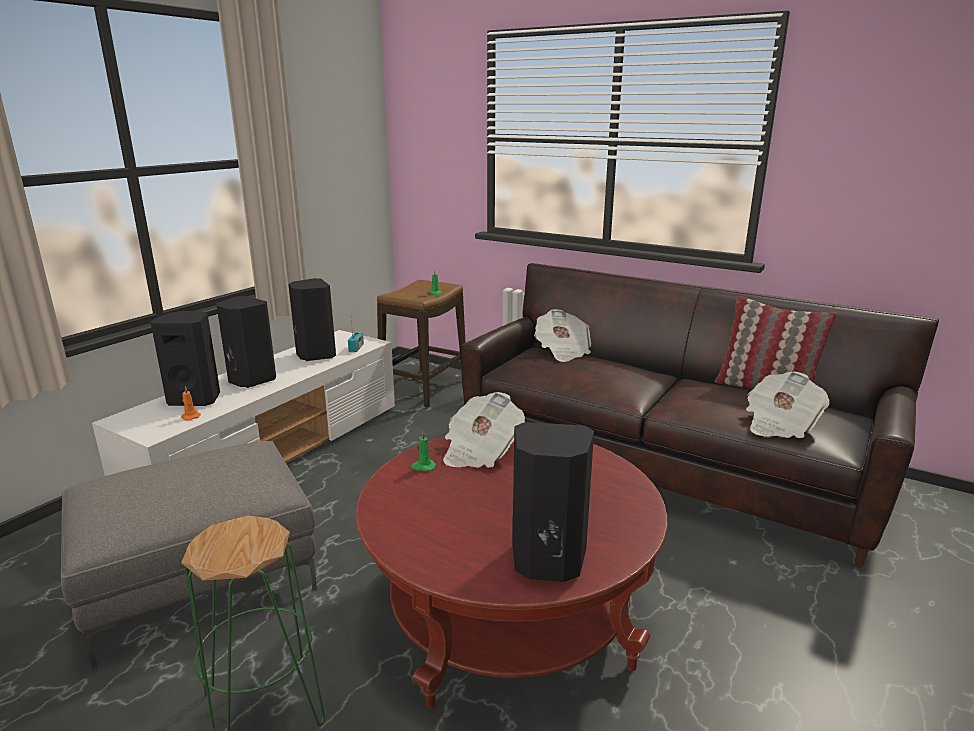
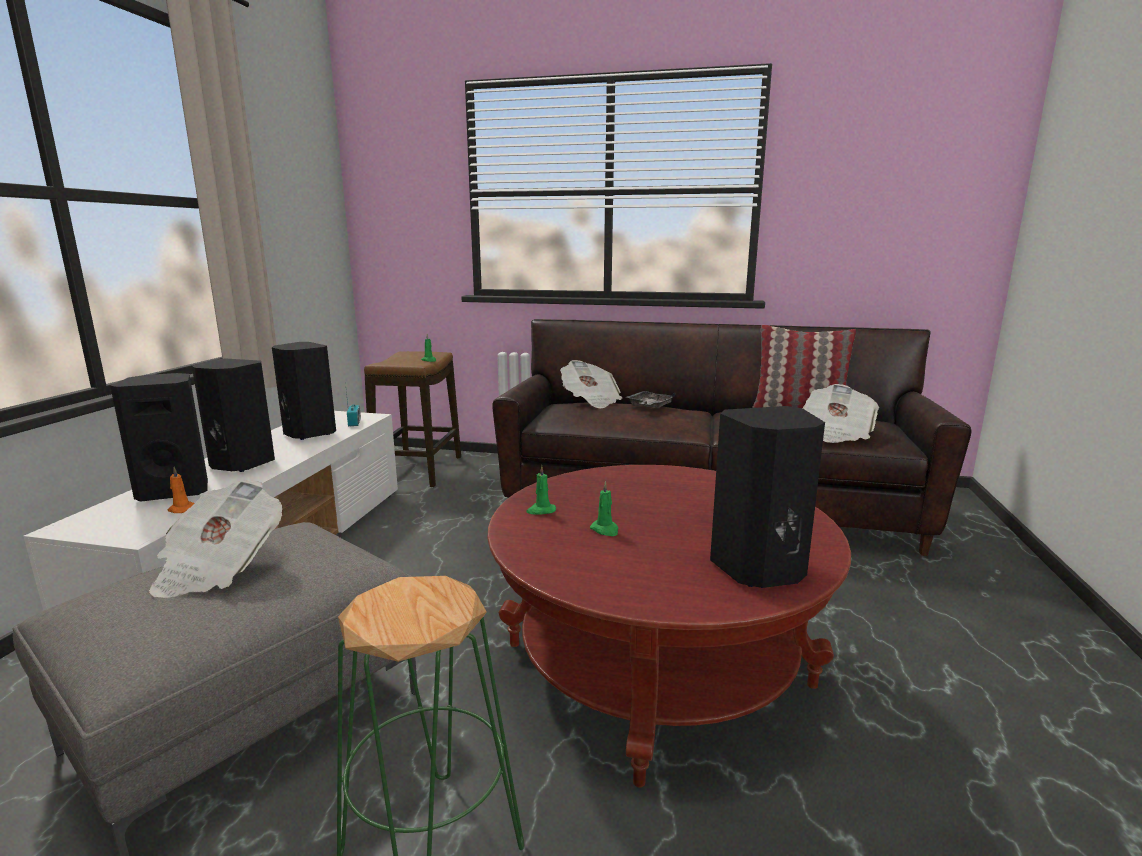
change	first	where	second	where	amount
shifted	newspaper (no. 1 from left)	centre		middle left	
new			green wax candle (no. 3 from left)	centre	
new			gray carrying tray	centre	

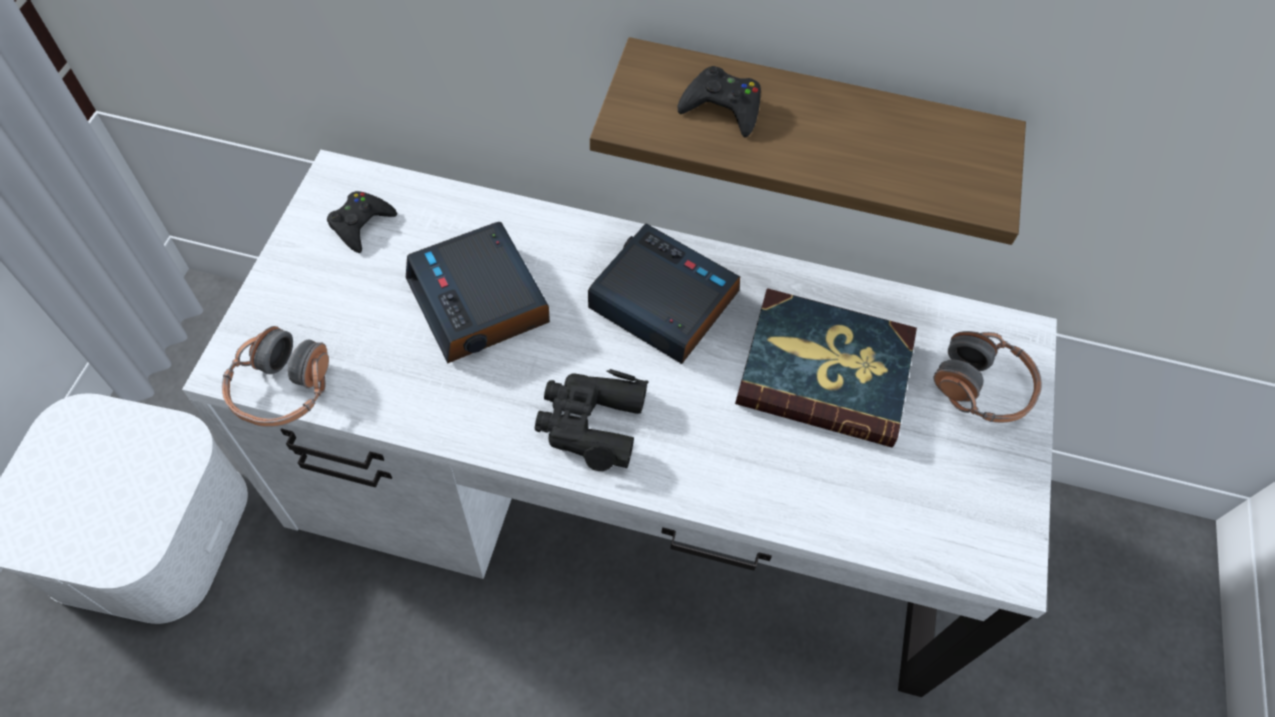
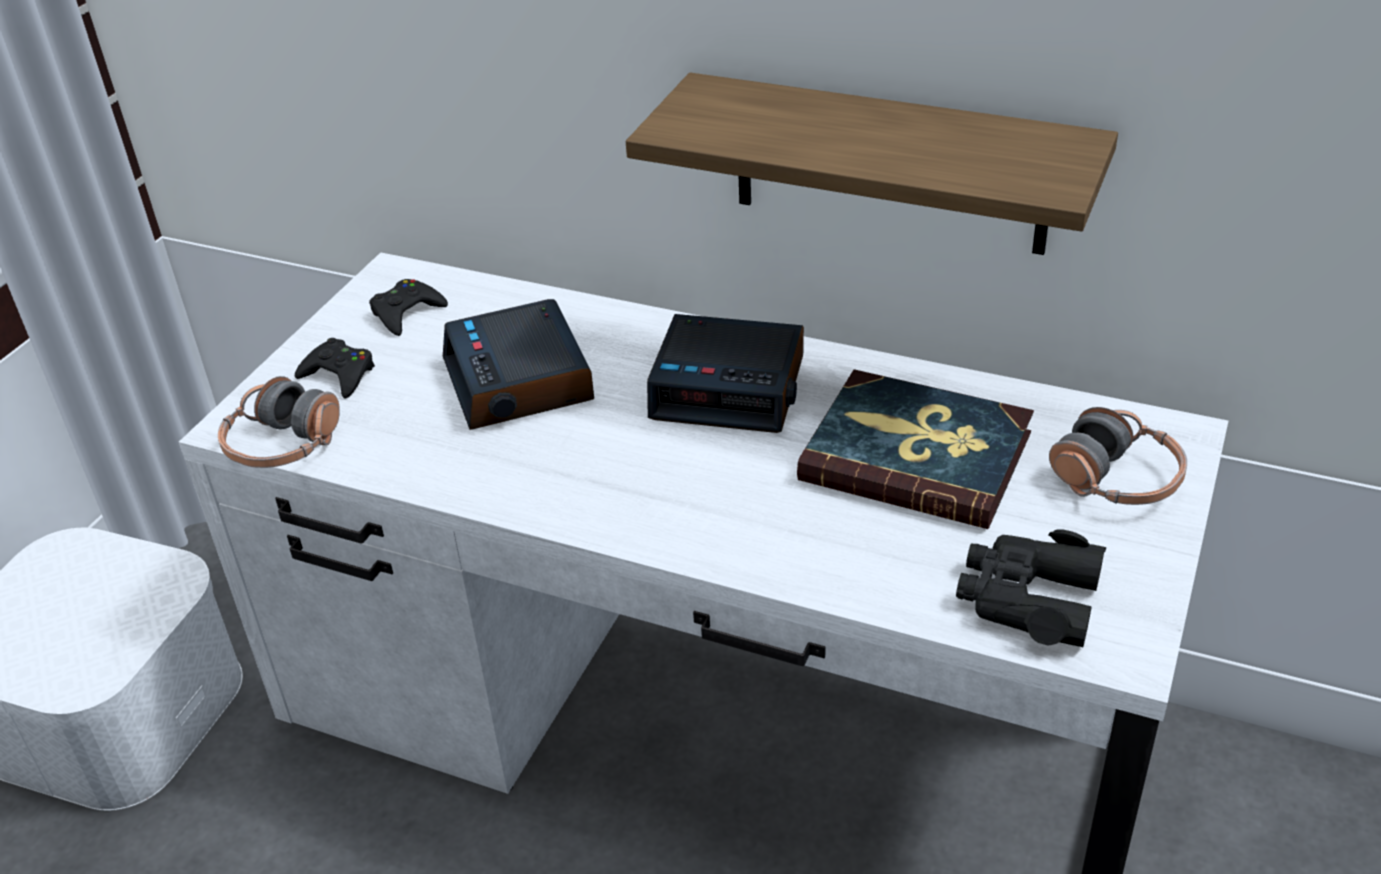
change	first	where	second	where	amount
shifted	black field glasses	centre		bottom right	
rotated	alarm clock (no. 2 from left)	centre		centre	150 degrees clockwise
shifted	black gamepad (no. 2 from left in the first image)	top centre	black gamepad (no. 1 from left)	middle left	

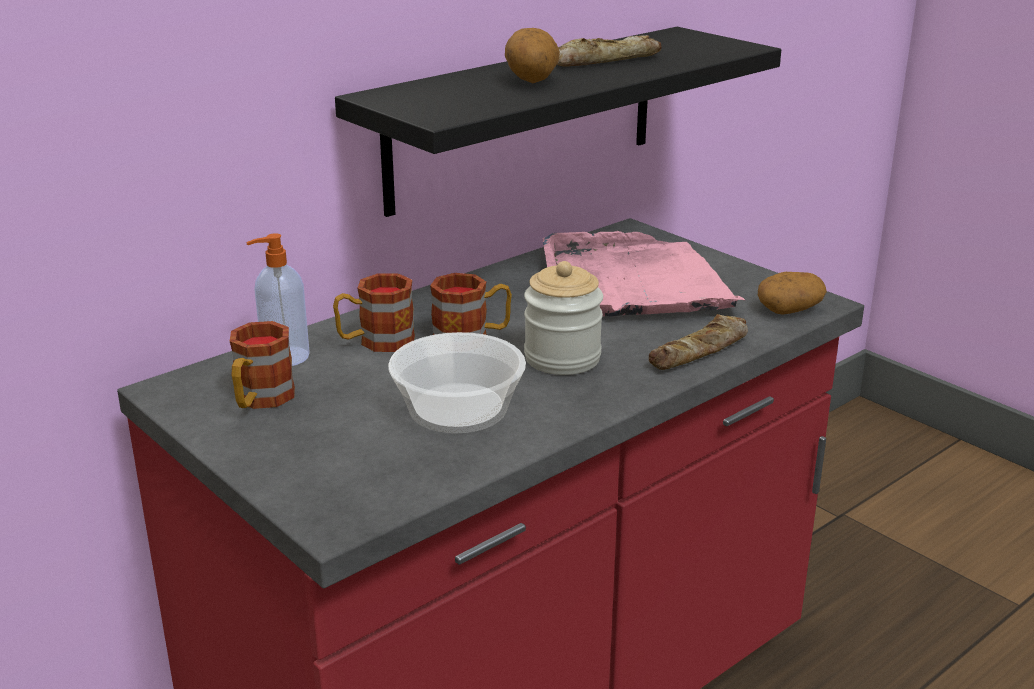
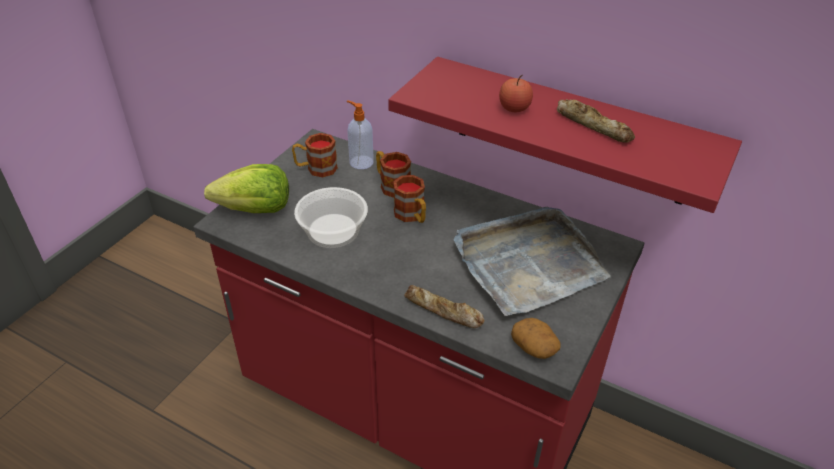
change	first	where	second	where	amount
repainted	black bracket shelf	top centre	red bracket shelf	top right	
swapped	potato (no. 1 from left)	top centre	apple fruit	top centre	
gone	storage jar	centre			
repainted	pink-coloured carrying tray	centre	gray carrying tray	centre	
new			head of lettuce	middle left	

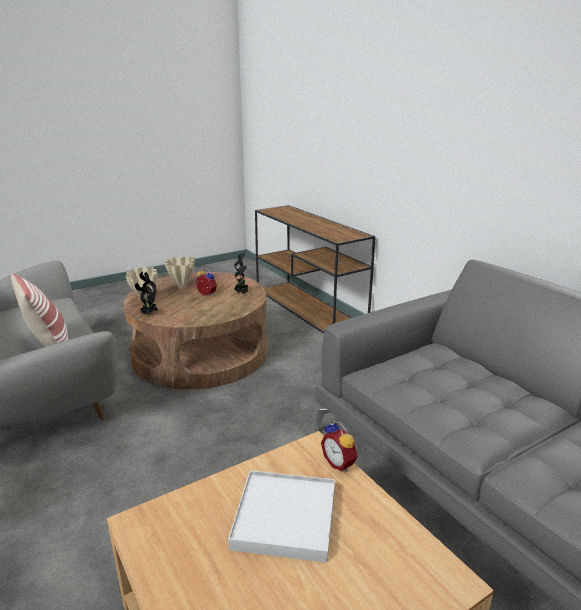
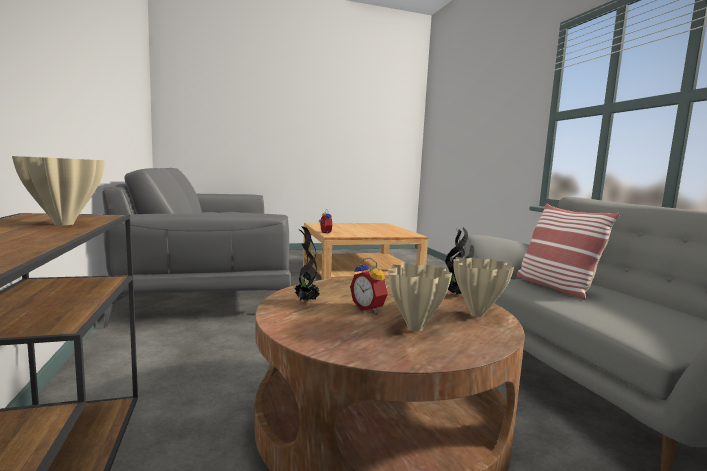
change	first	where	second	where	amount
gone	white carrying tray	bottom centre			
new			sand-coloured vase (no. 1 from left)	middle left	

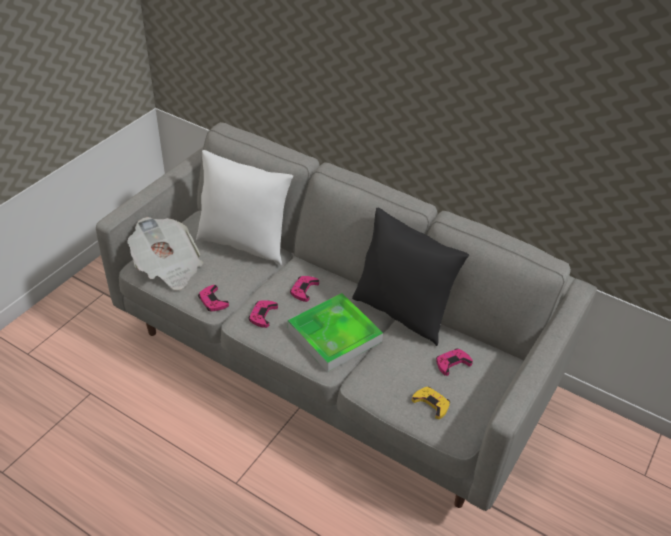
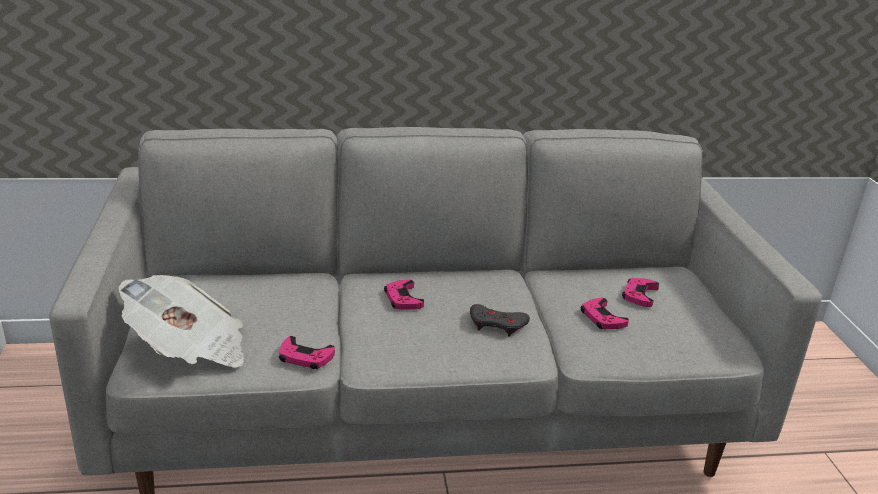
change	first	where	second	where	amount
gone	white pillow	centre			
shifted	pink-coloured gamepad (no. 2 from left in the first image)	centre	pink-coloured gamepad (no. 3 from left)	middle right	
swapped	carrying tray	centre	gray gamepad	centre	
gone	black pillow	centre			
gone	yellow-coloured gamepad	bottom centre			

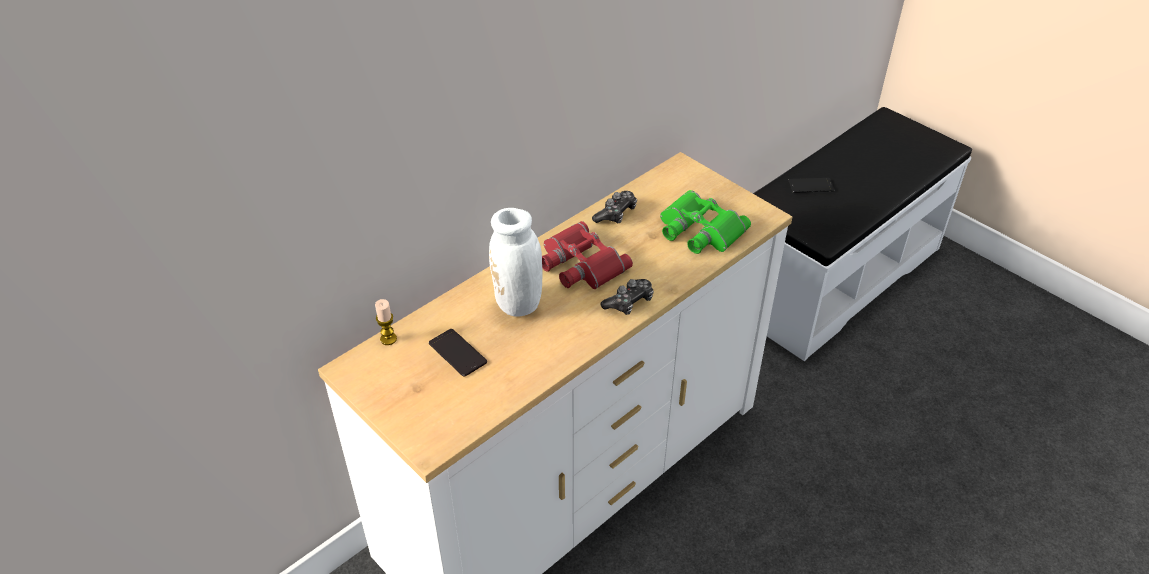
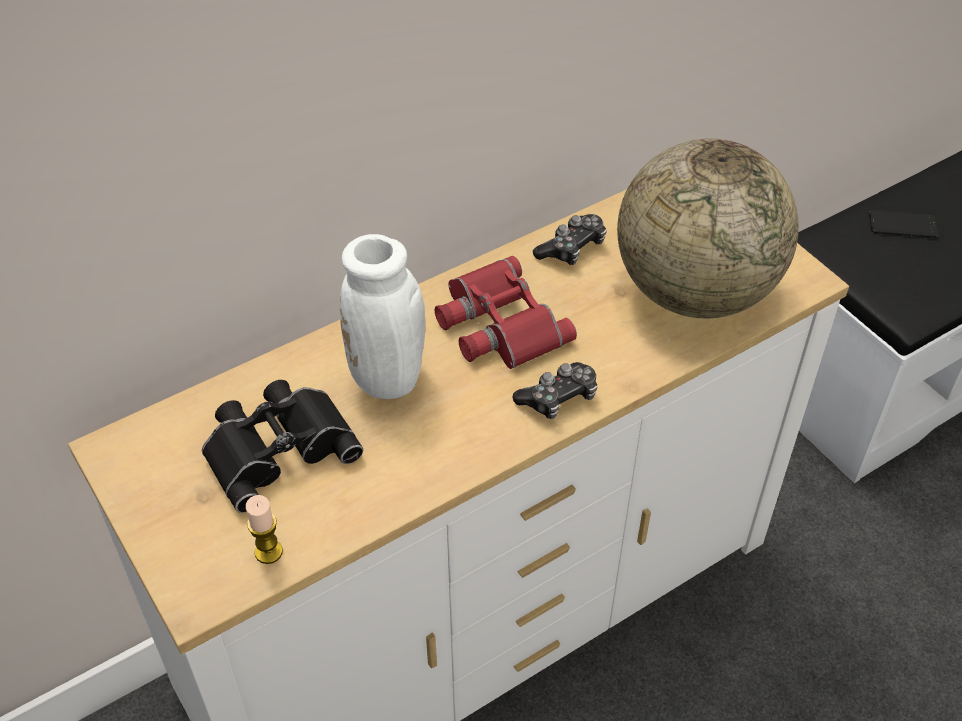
change	first	where	second	where	amount
shifted	wax candle	centre		bottom left	
swapped	telephone (no. 1 from left)	centre	black field glasses	middle left	
swapped	green field glasses	centre	globe	top right	

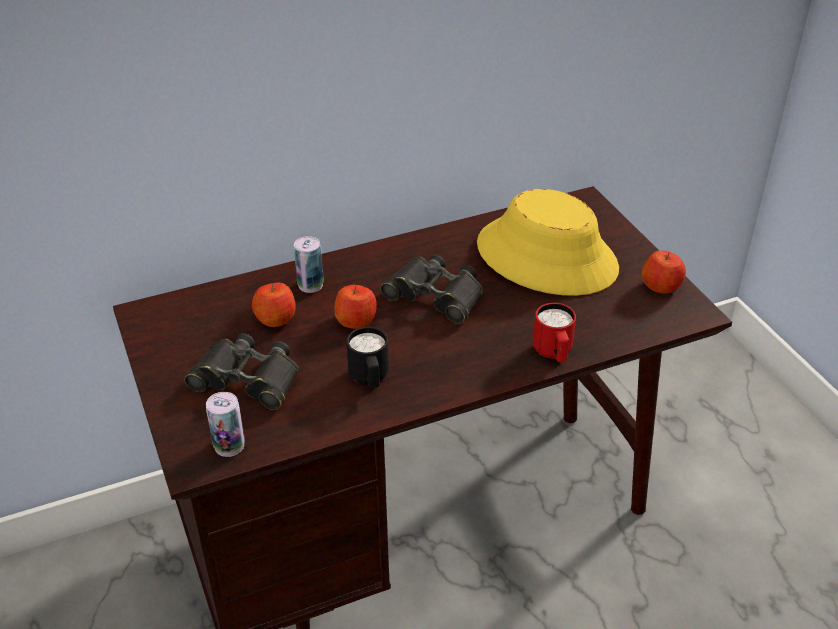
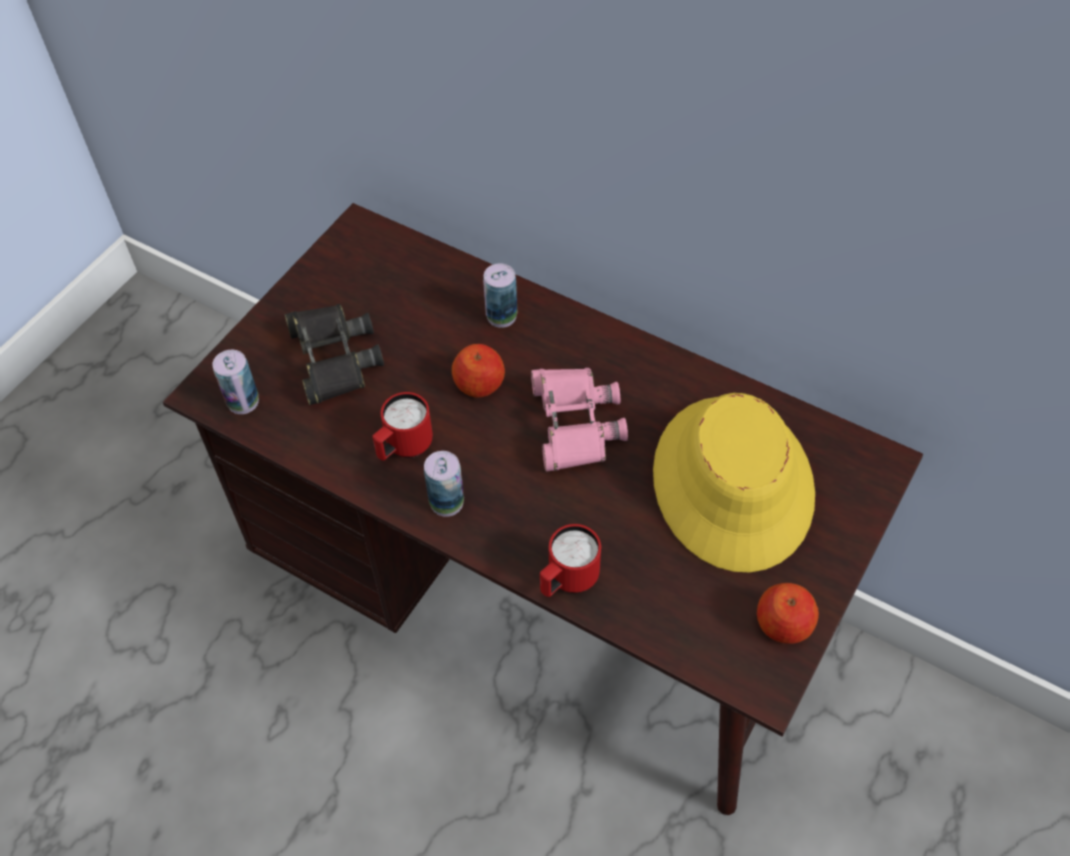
change	first	where	second	where	amount
gone	apple fruit (no. 1 from left)	middle left			
repainted	black mug	centre	red mug (no. 1 from left)	centre	
repainted	black field glasses (no. 2 from left)	centre	pink-coloured field glasses	centre	
new			sealed can (no. 2 from left)	centre	

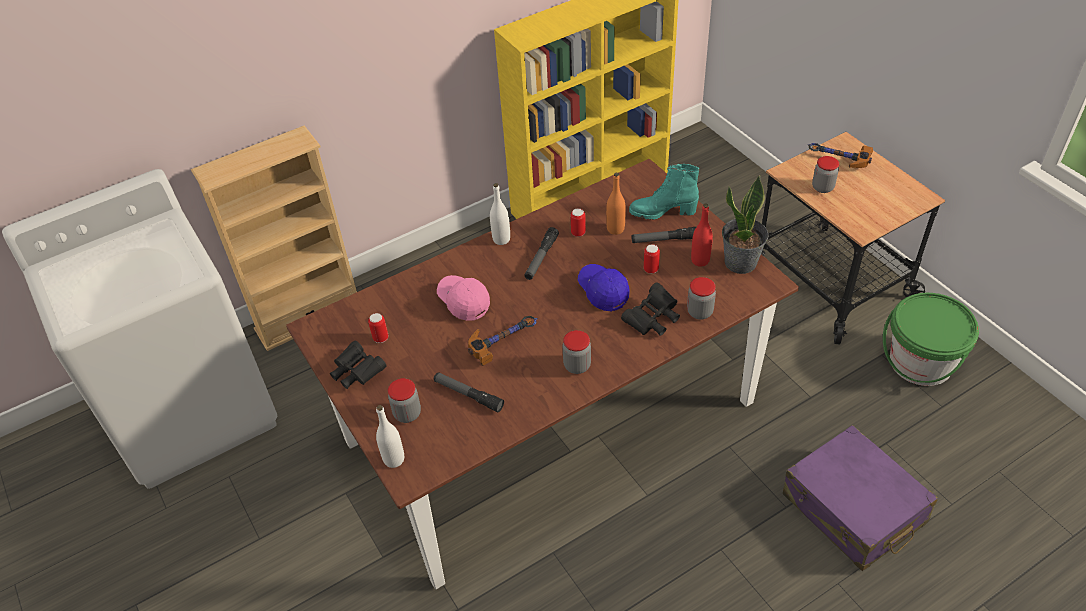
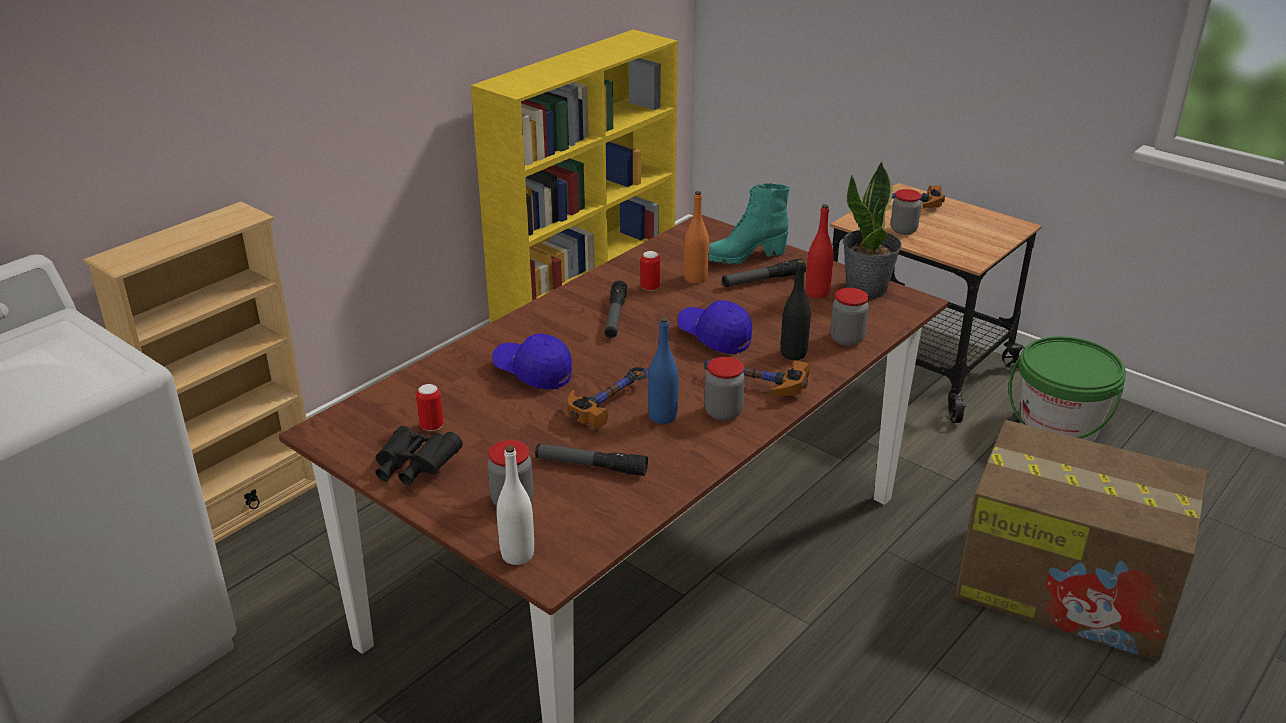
change	first	where	second	where	amount
repainted	pink-coloured peaked cap	centre	bluish peaked cap (no. 1 from left)	centre	
gone	white drink bottle (no. 2 from left)	centre			
swapped	black field glasses (no. 2 from left)	centre	black drink bottle	centre	
gone	sealed can (no. 3 from left)	centre			
swapped	purplish piece of luggage	bottom right	cardboard box	bottom right	
new			bluish drink bottle	centre	
new			tool hammer (no. 2 from left)	centre	

